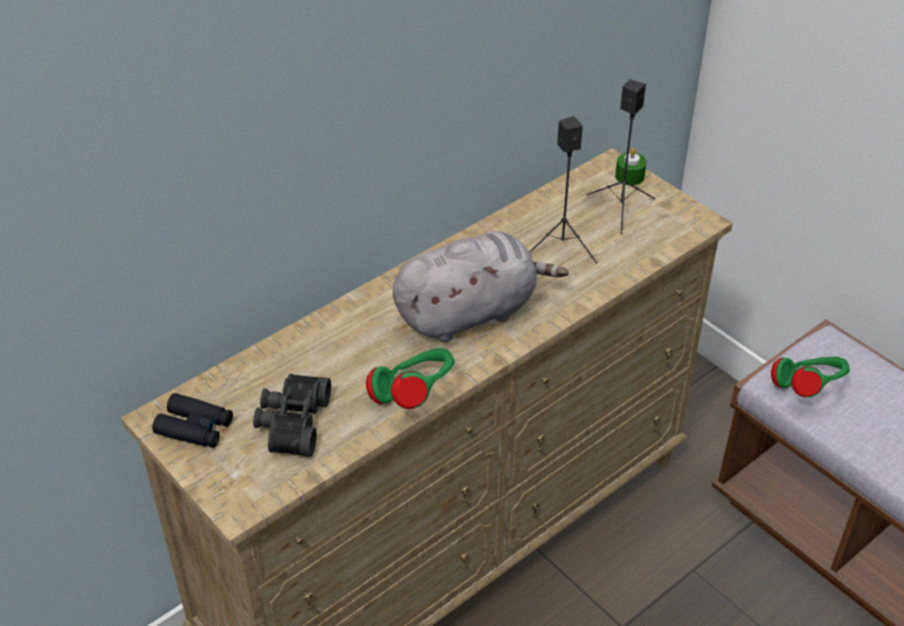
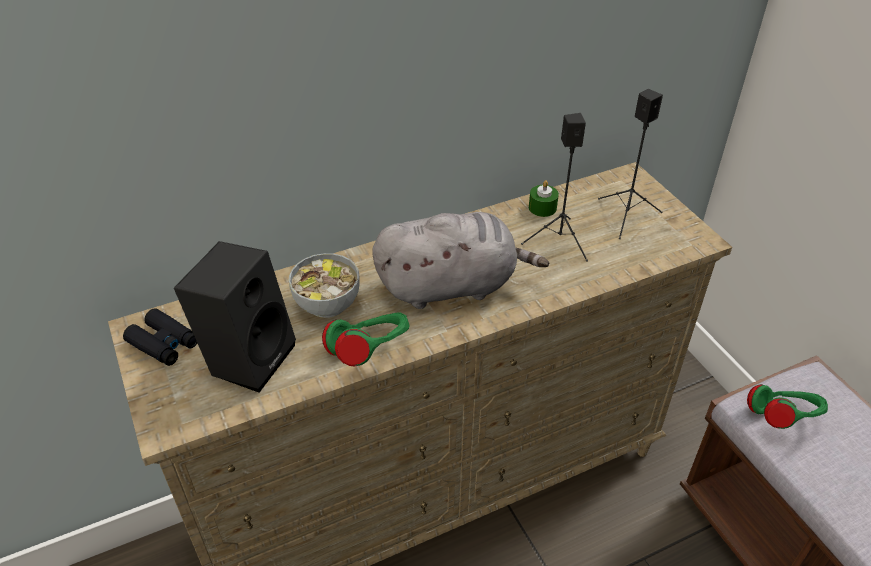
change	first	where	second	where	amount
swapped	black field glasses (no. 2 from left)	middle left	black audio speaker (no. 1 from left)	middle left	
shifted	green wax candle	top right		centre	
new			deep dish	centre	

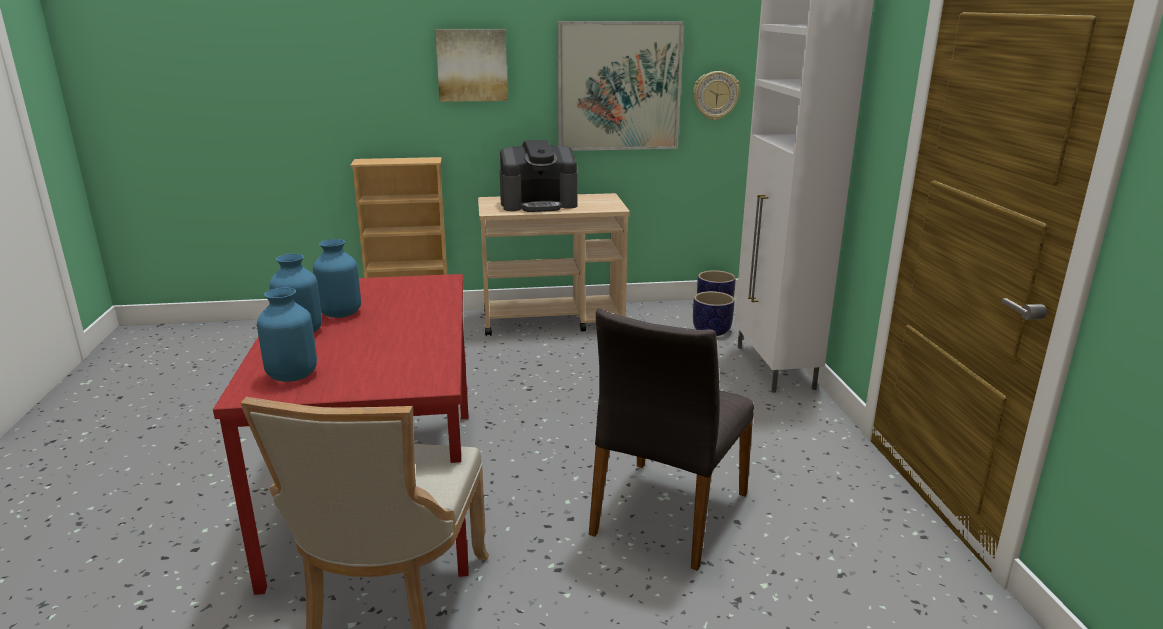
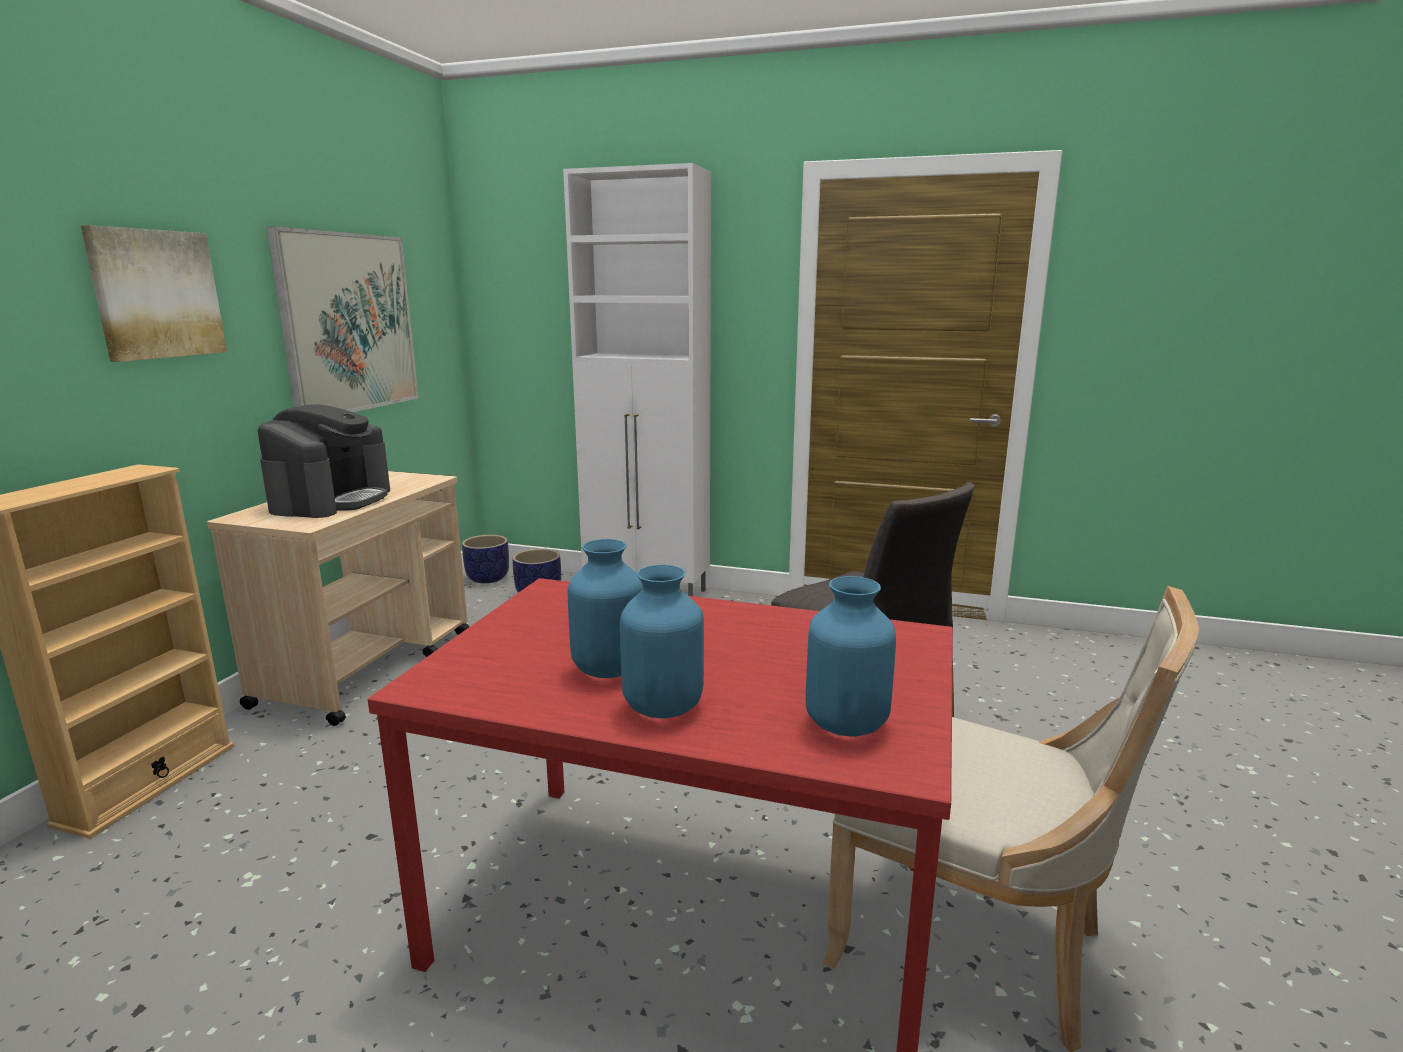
change	first	where	second	where	amount
gone	clock on the wall	top centre			

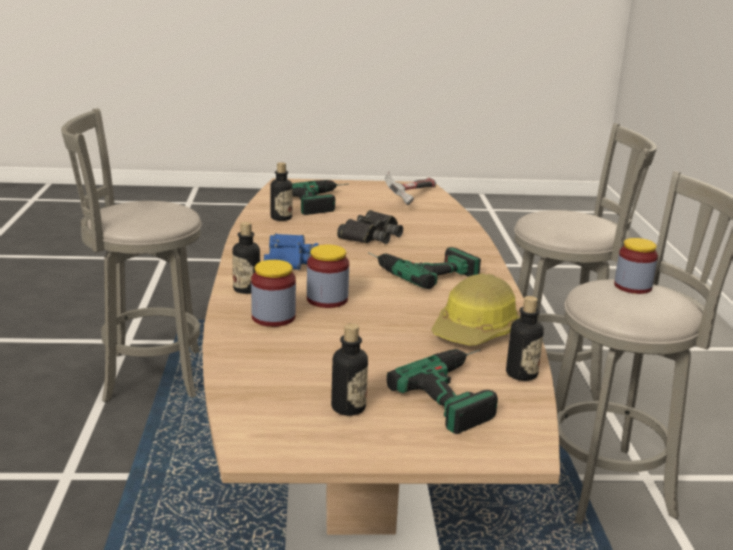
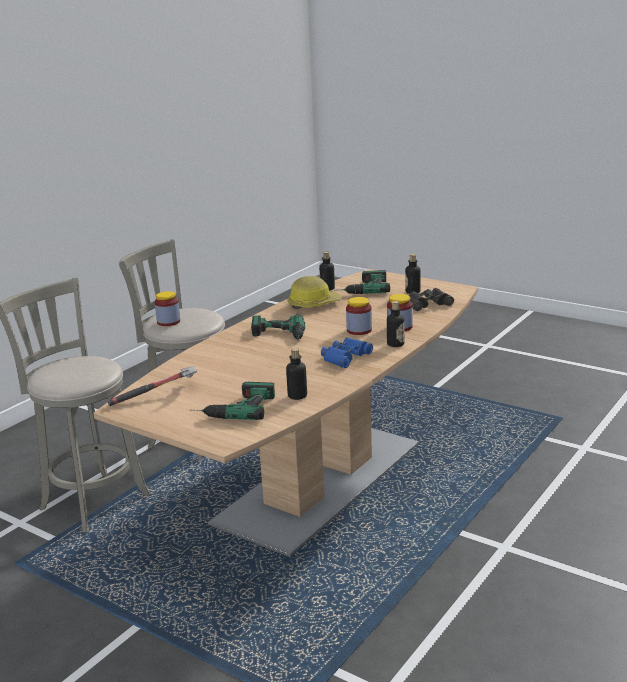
change	first	where	second	where	amount
gone	gray stool (no. 1 from left)	middle left			
shifted	black field glasses	centre		middle right	

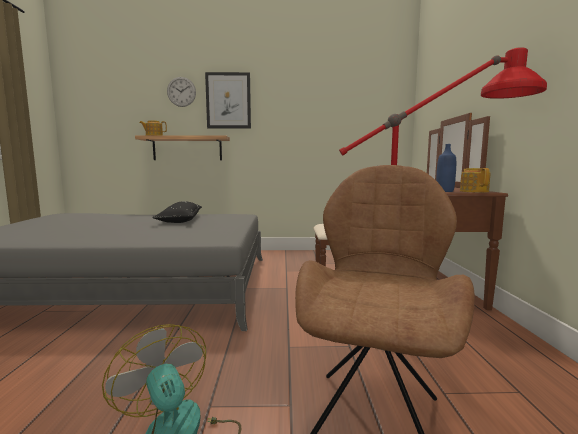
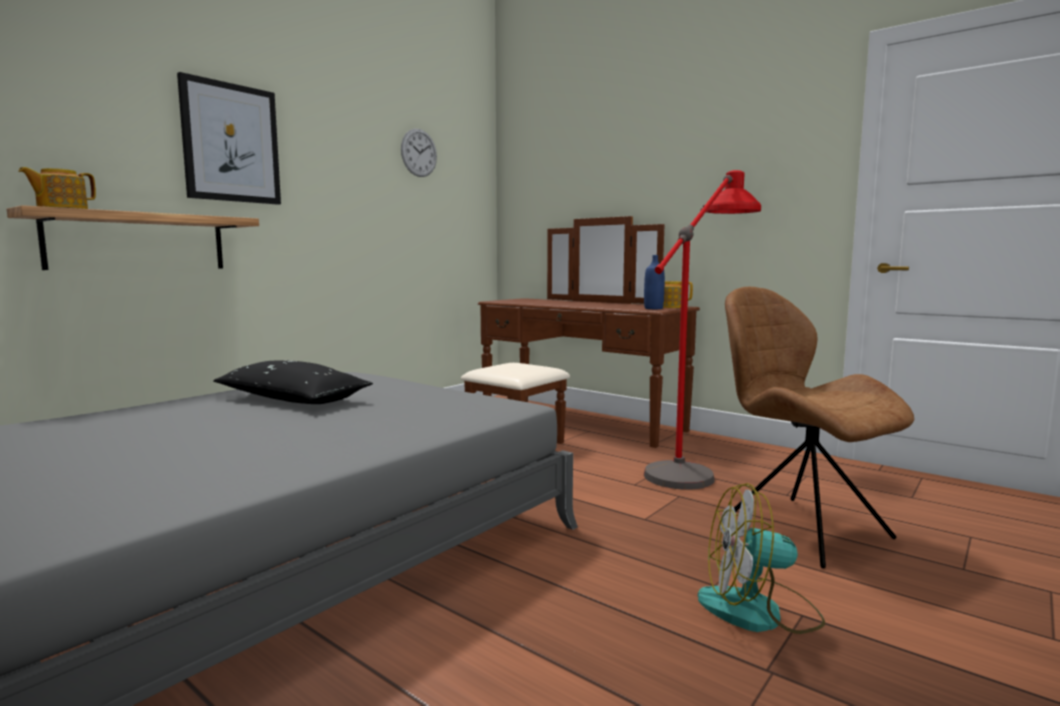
change	first	where	second	where	amount
shifted	clock on the wall	top left		top centre	

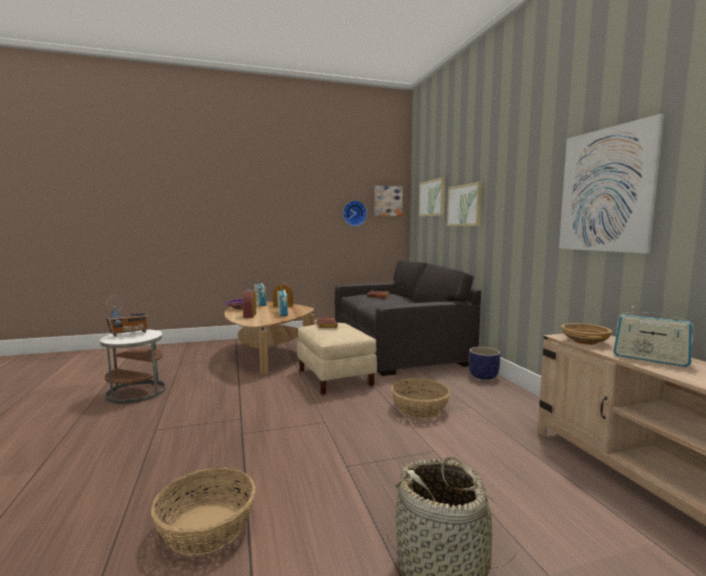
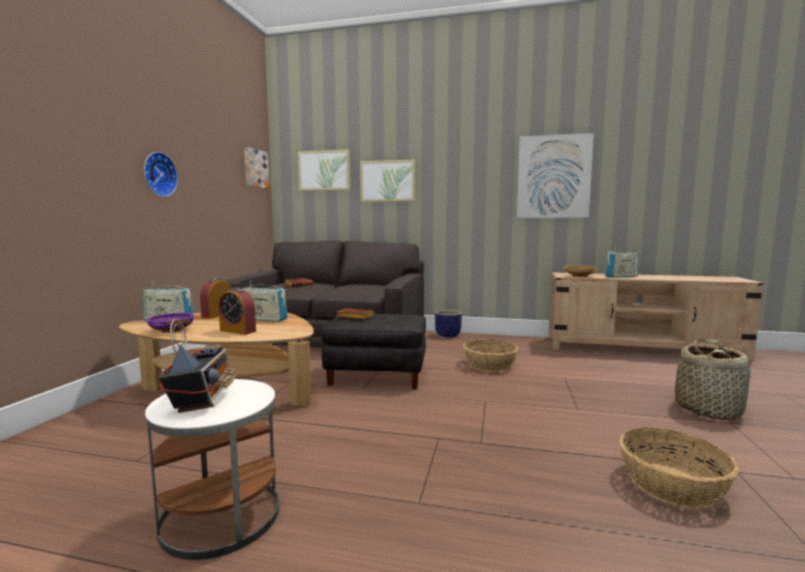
change	first	where	second	where	amount
repainted	sand-coloured ottoman	centre	black ottoman	centre	
shifted	clock on the wall	centre		top left	

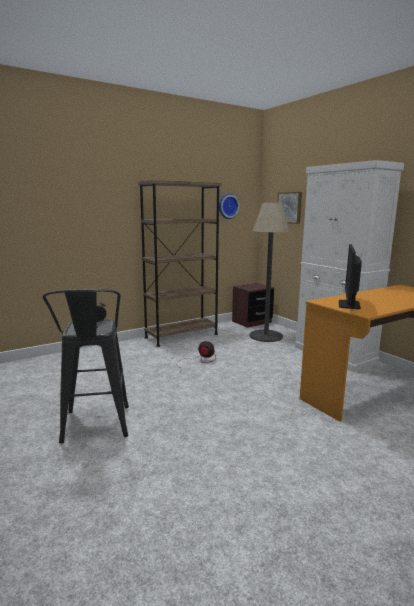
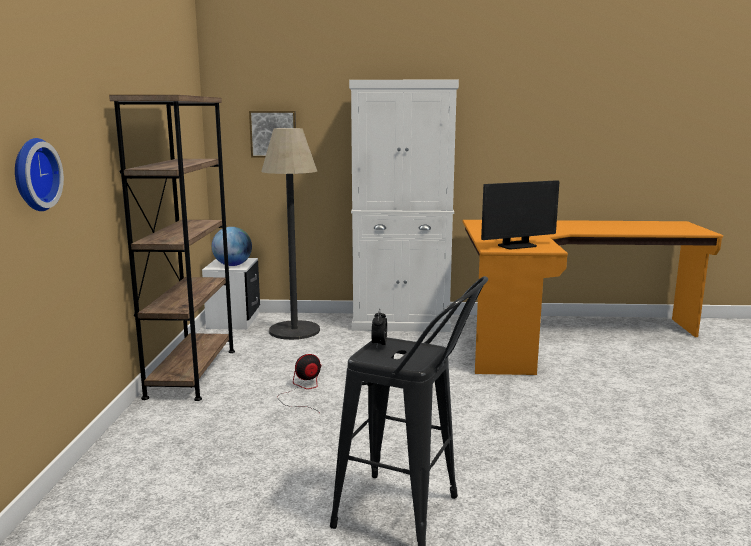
change	first	where	second	where	amount
shifted	clock on the wall	centre		top left	
repainted	brown night table	centre	white night table	middle left	
rotated	monitor	middle right		middle right	75 degrees counterclockwise
new			globe	middle left	

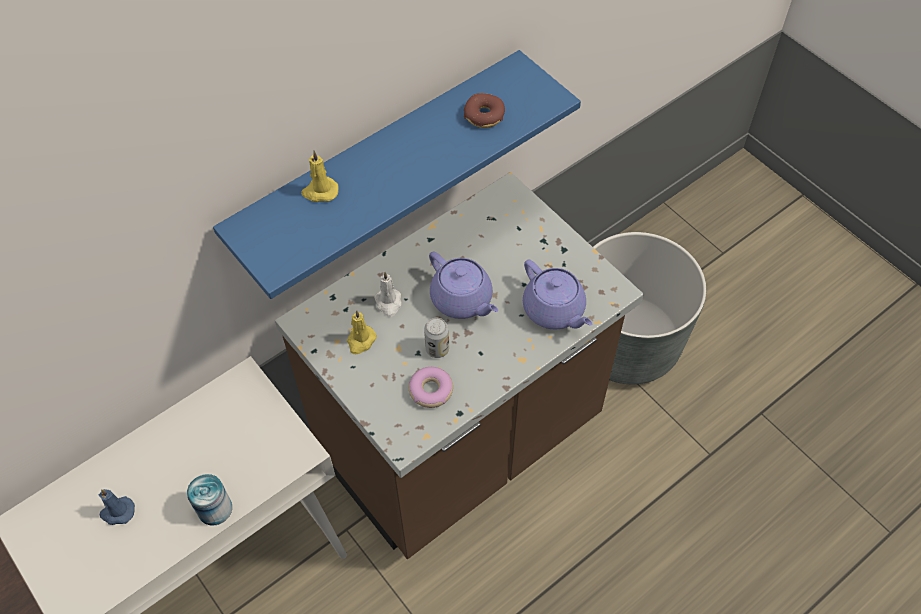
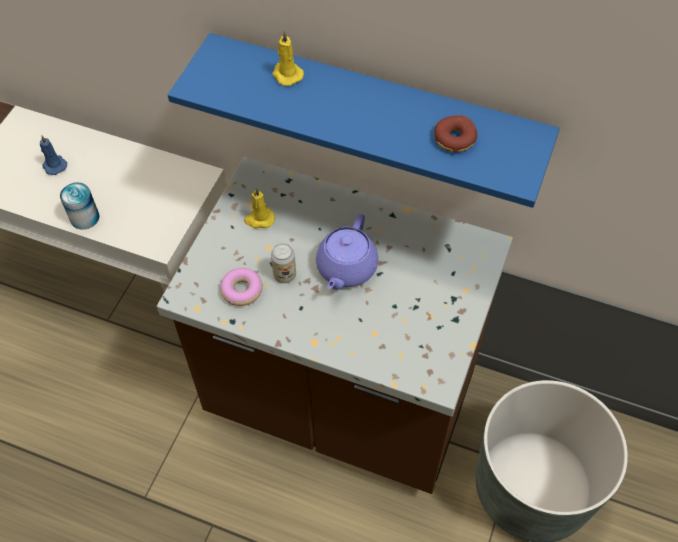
change	first	where	second	where	amount
gone	white wax candle	centre			
gone	purplish teapot (no. 2 from left)	centre			

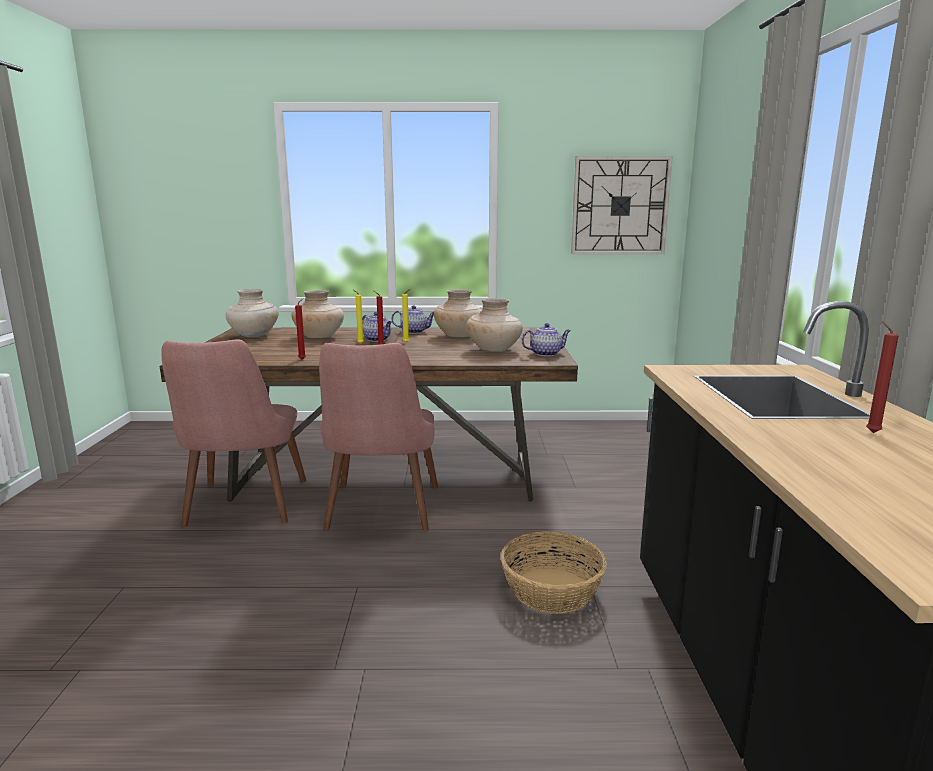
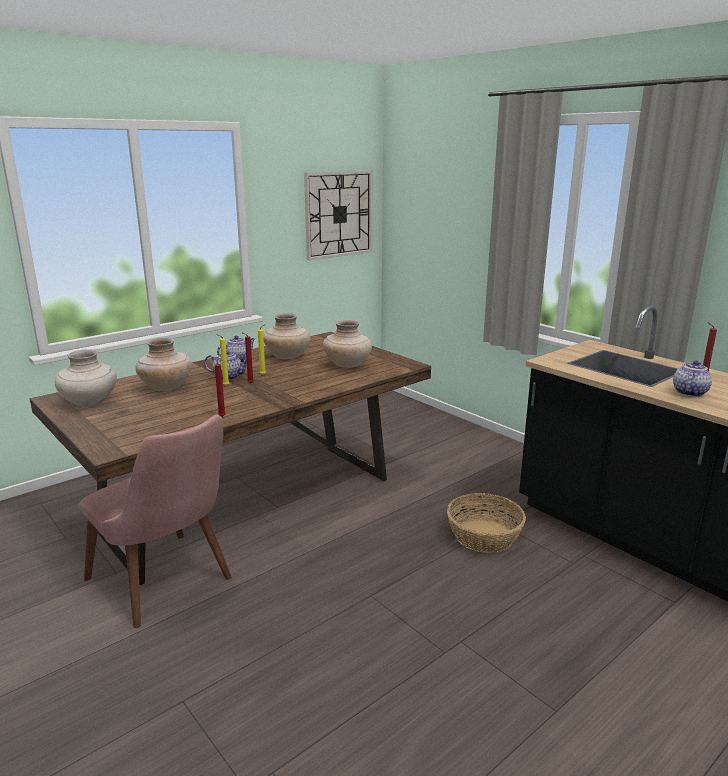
change	first	where	second	where	amount
gone	pink-coloured chair (no. 2 from left)	centre			
shifted	teapot (no. 3 from left)	centre		middle right	

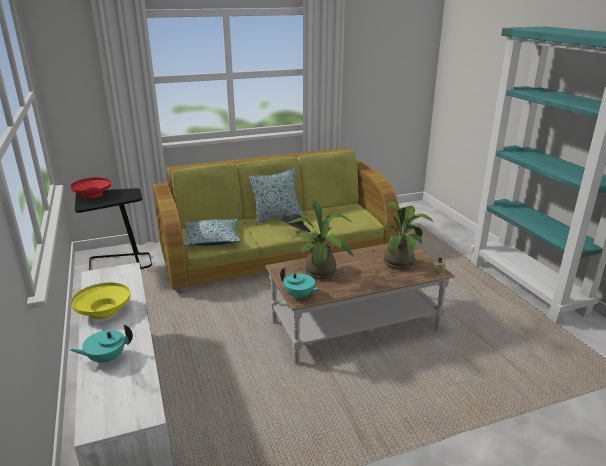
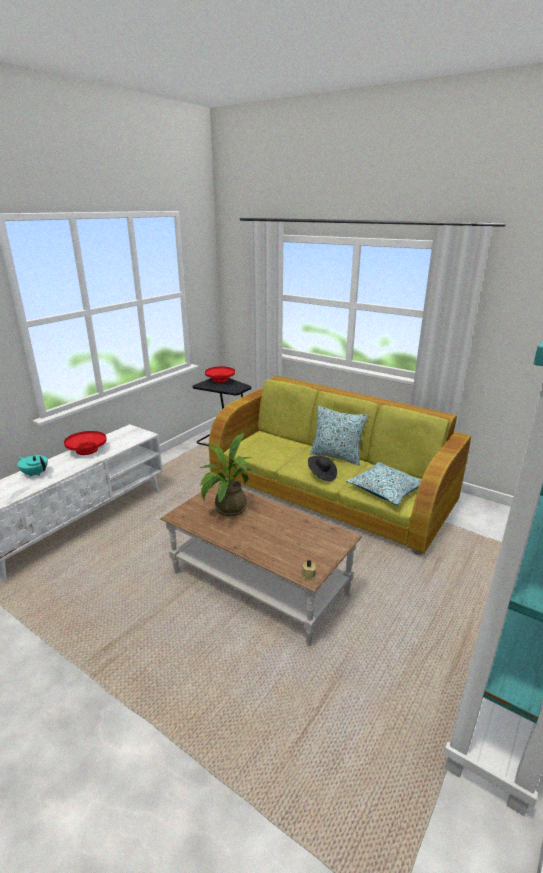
change	first	where	second	where	amount
repainted	yellow-coloured deep dish	middle left	red deep dish (no. 1 from left)	middle left	
shifted	pillow (no. 1 from left in the first image)	centre	pillow (no. 2 from left)	middle right	
gone	blue-green teapot (no. 2 from left)	centre			
gone	houseplant (no. 2 from left)	middle right			

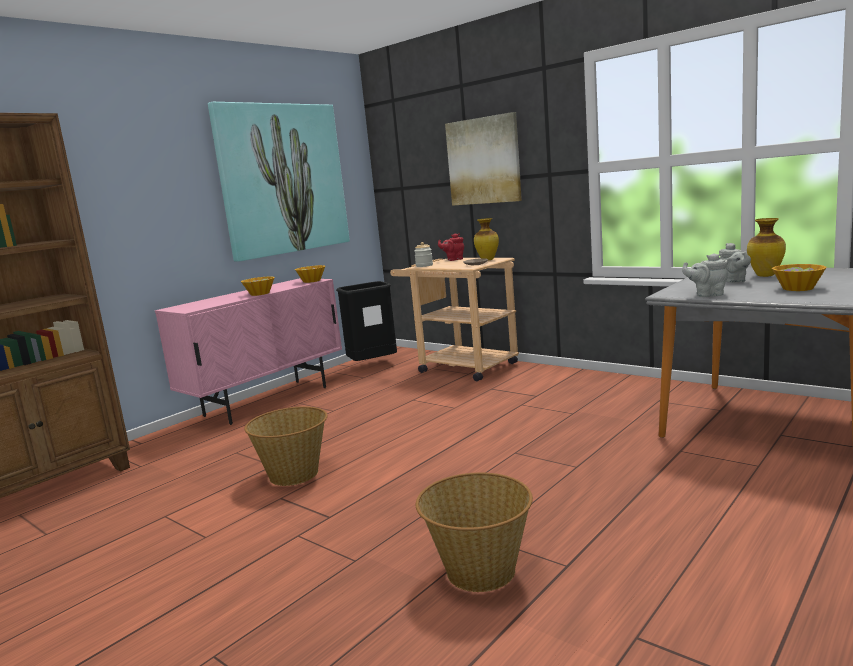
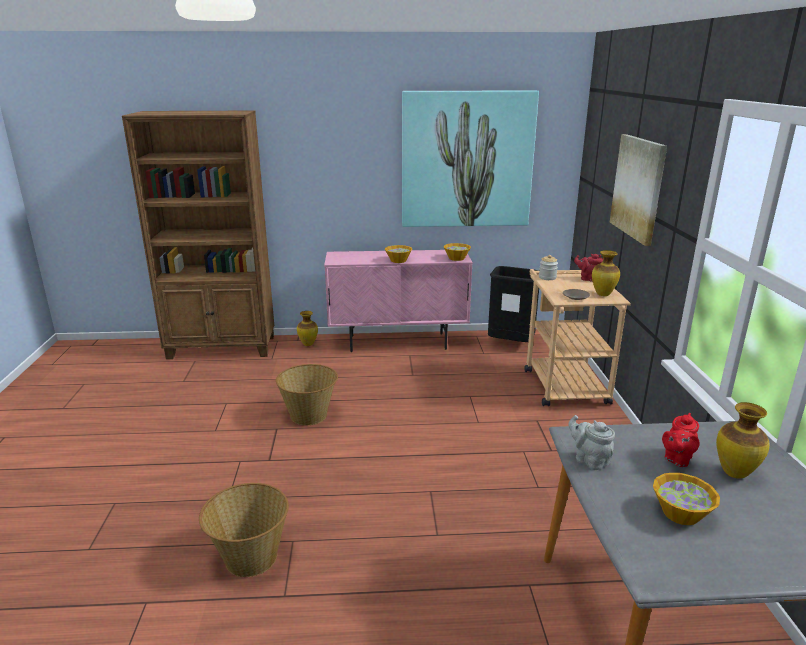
change	first	where	second	where	amount
repainted	gray teapot (no. 2 from left)	middle right	red teapot (no. 2 from left)	bottom right	
new			vase (no. 1 from left)	centre	

